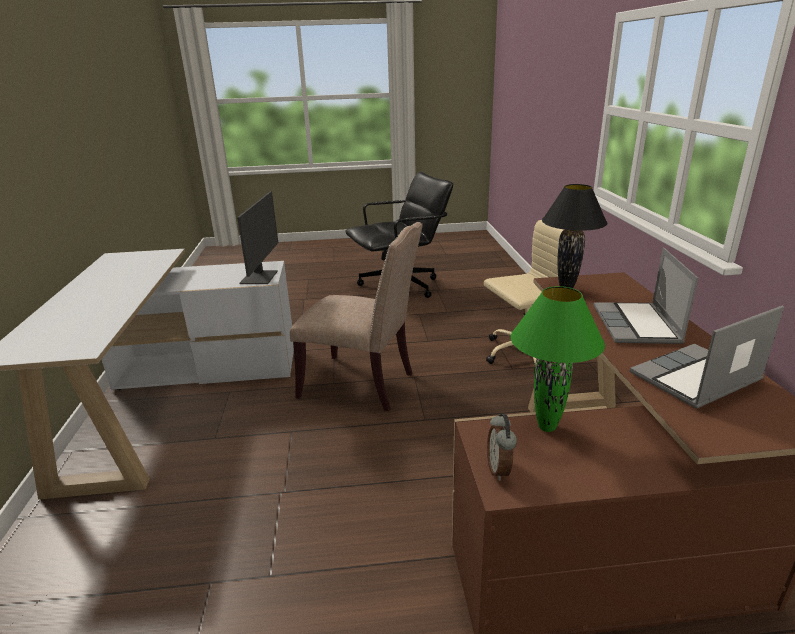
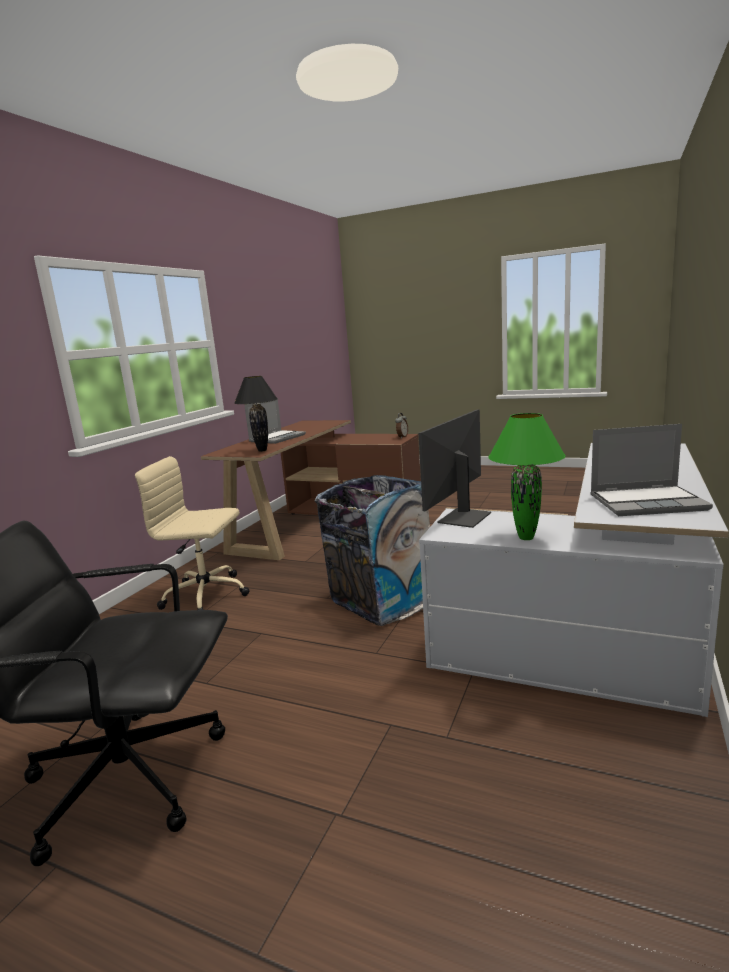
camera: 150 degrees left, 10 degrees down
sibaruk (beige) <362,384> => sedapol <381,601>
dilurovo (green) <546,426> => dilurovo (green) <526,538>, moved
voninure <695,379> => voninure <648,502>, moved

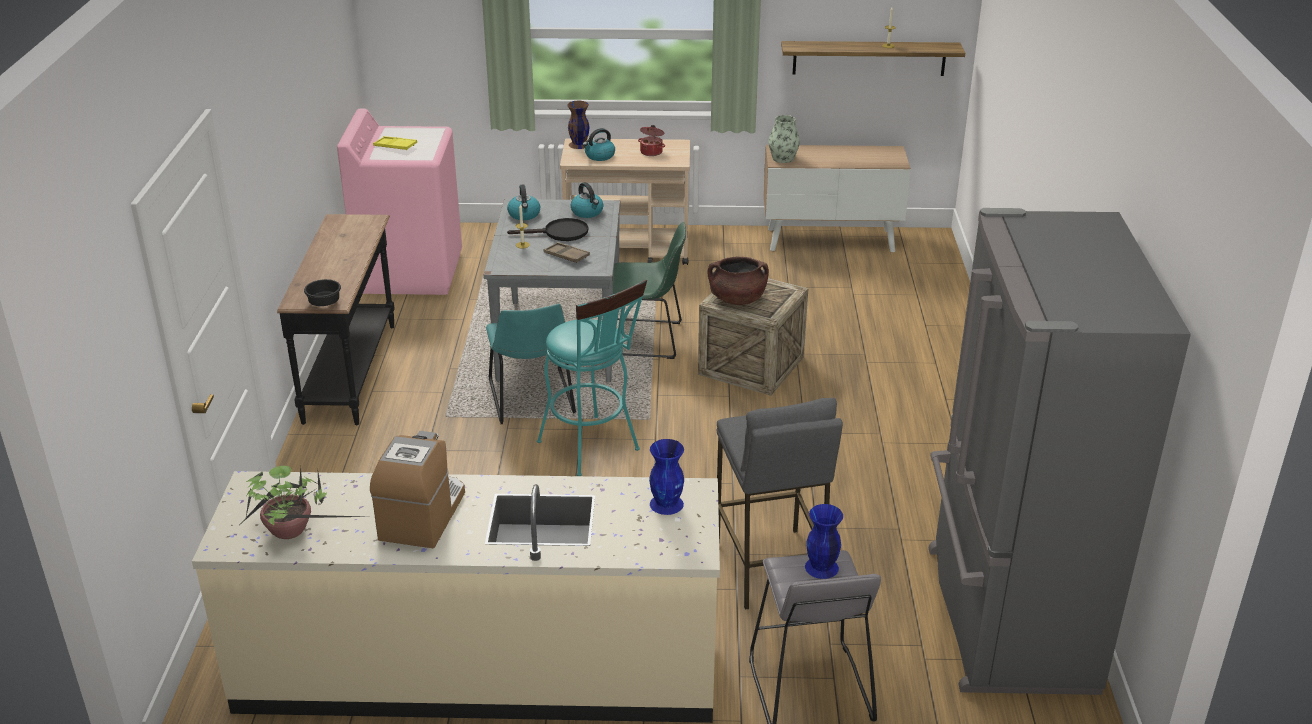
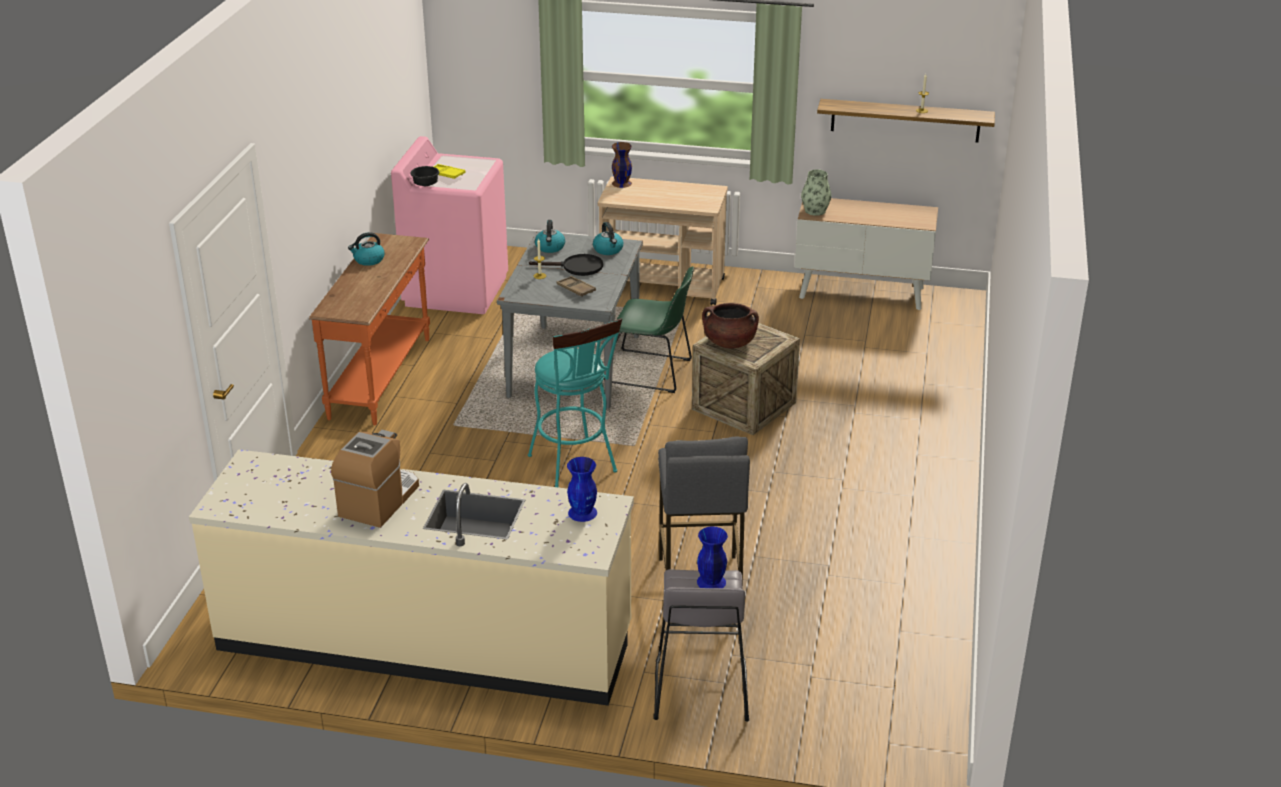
camera: 10 degrees right, 0 degrees up
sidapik <292,532> => nothing
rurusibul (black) <352,372> => rurusibul (orange) <382,378>
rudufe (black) <325,302> => rudufe (black) <426,184>, moved
sibaruk (turquoise) <532,399> => nothing
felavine <599,156> => felavine <368,260>, moved
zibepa <651,152> => nothing
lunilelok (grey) <1004,618> => nothing

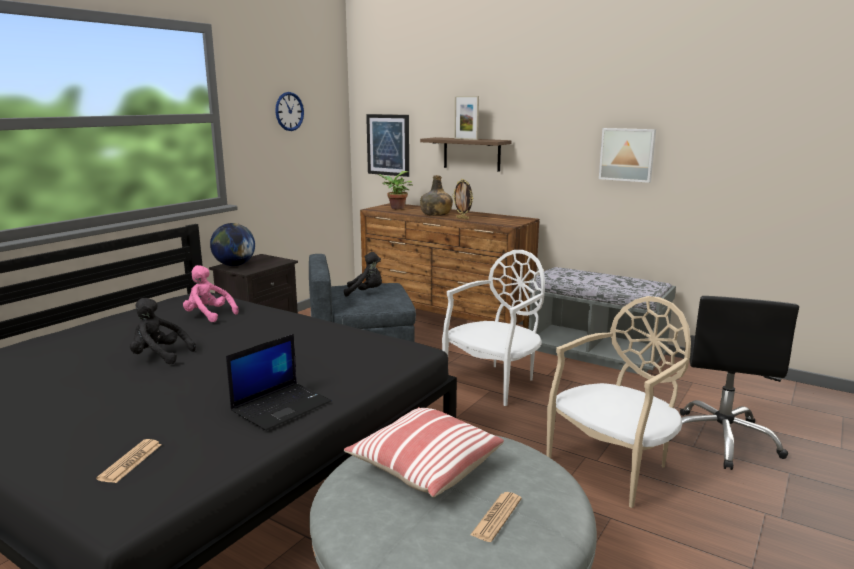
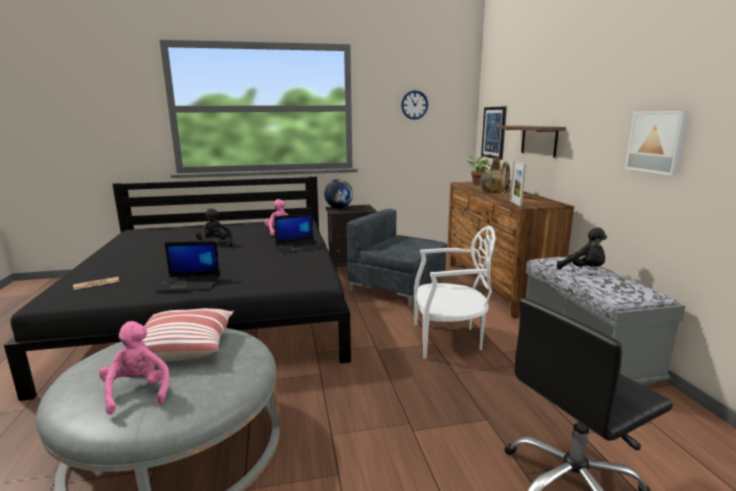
camera: 45 degrees right, 0 degrees up
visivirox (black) <366,292> => visivirox (black) <584,270>, moved
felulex <465,139> => felulex <515,203>, moved
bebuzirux <496,517> => visivirox (pink) <138,392>
sibaruk (beige) <614,466> => nothing
nothing => voninure <299,246>

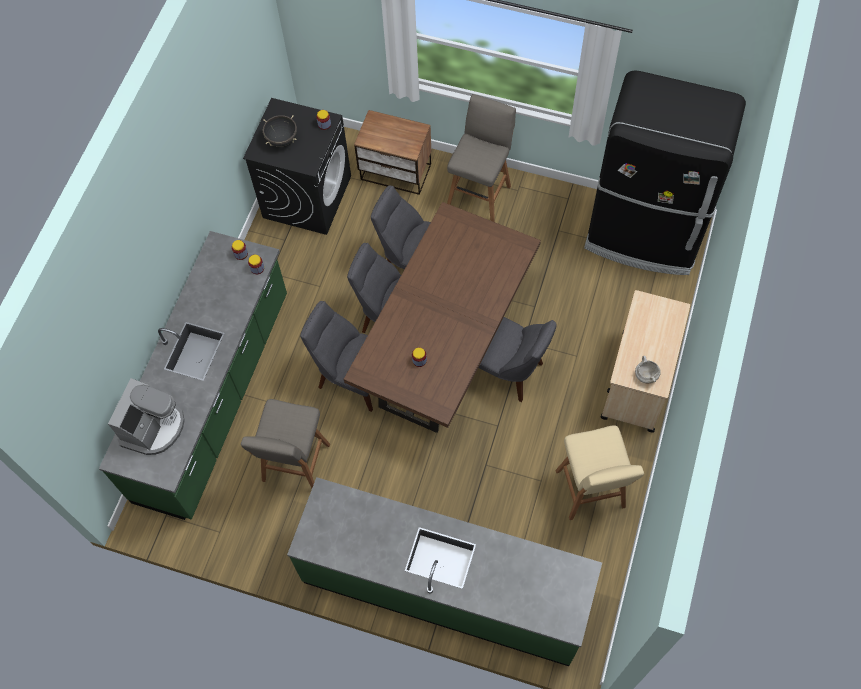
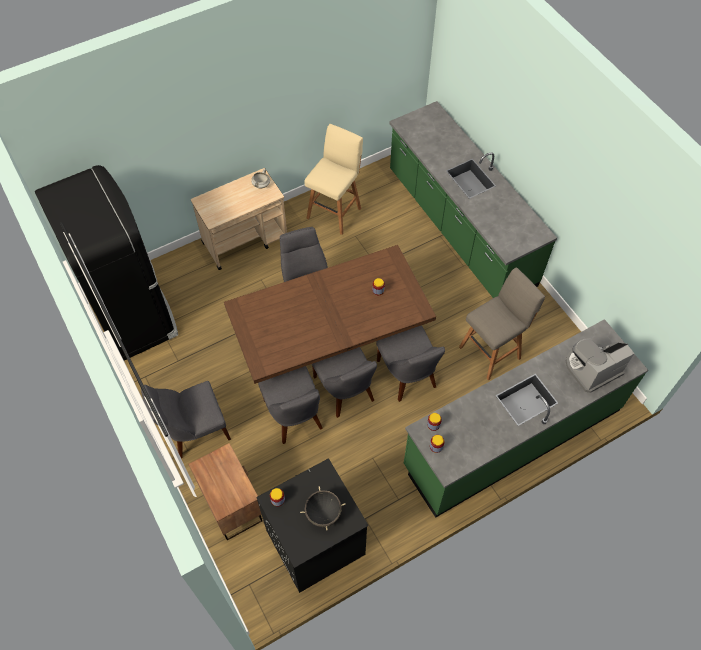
camera: 140 degrees left, 5 degrees down
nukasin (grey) <480,194> => sibaruk (grey) <195,431>

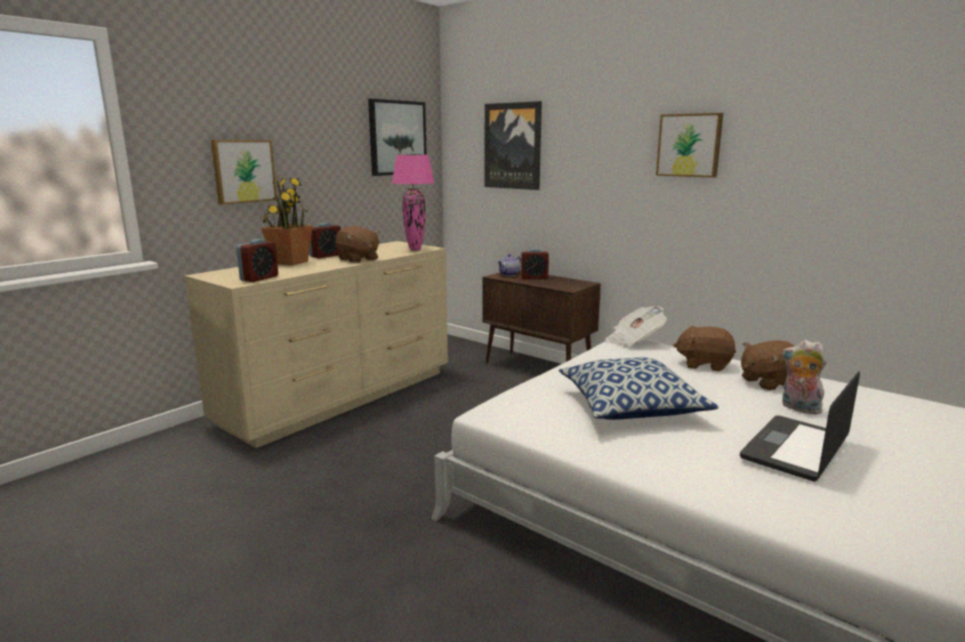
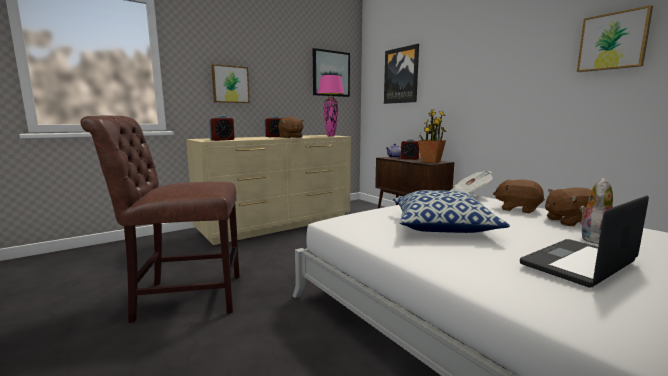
camera: 15 degrees right, 5 degrees down
sidapik <290,262> => sidapik <430,161>, moved
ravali <689,145> => ravali <613,41>, moved
visivirox <798,408> => visivirox <592,238>, 75 degrees clockwise
nothing => sibaruk (brown) <183,297>

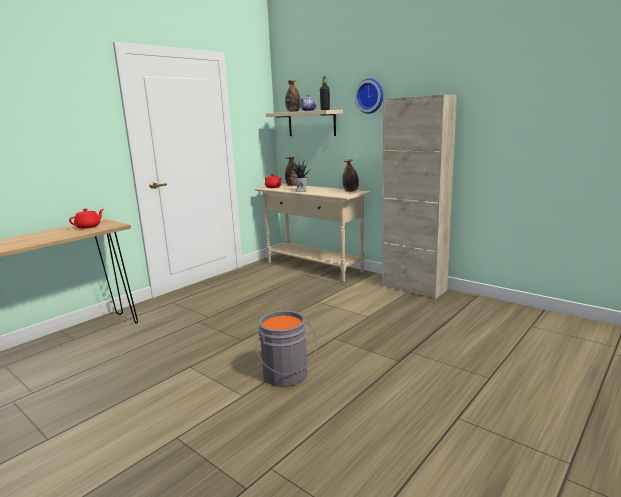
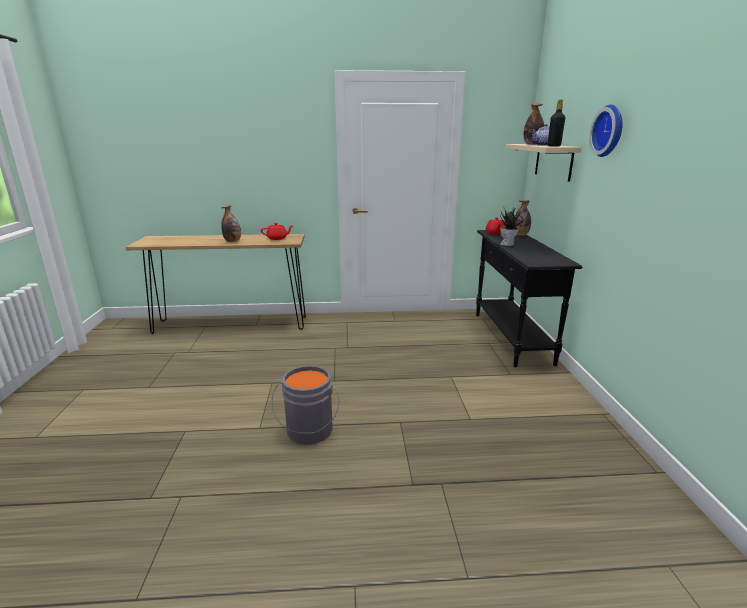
camera: 45 degrees right, 5 degrees up
rurusibul (beige) <313,267> => rurusibul (black) <511,337>
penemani <351,191> => penemani <232,241>, moved
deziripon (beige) <413,288> => nothing

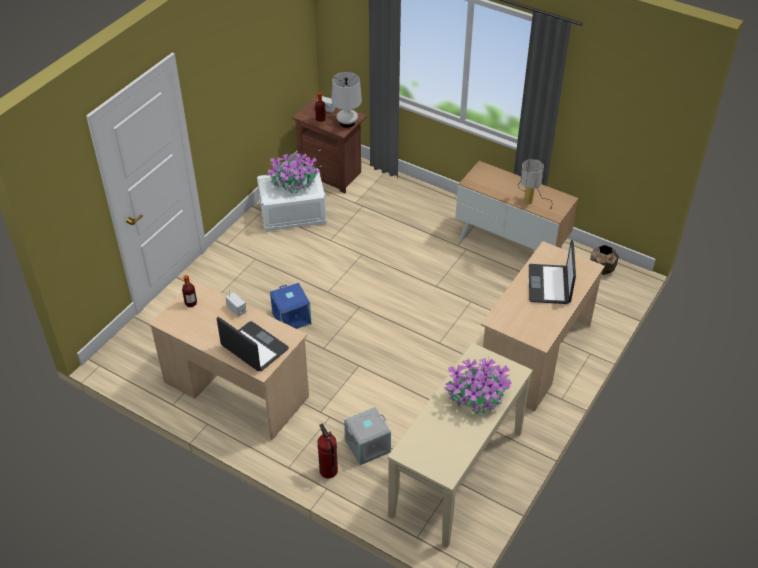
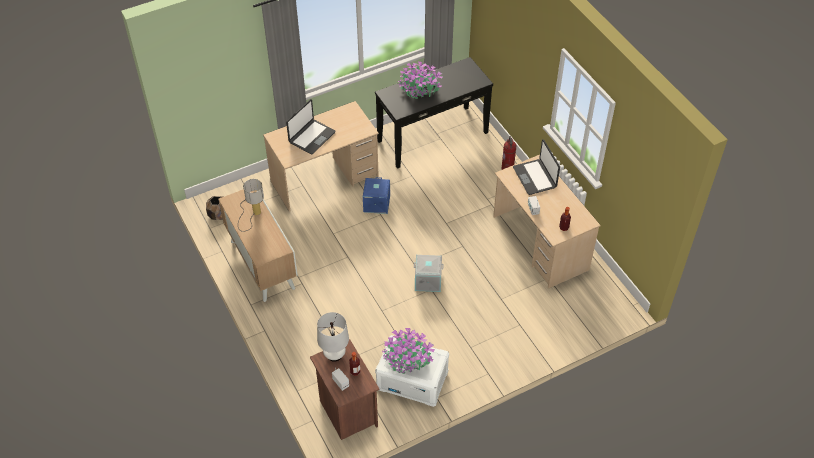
camera: 150 degrees left, 5 degrees up
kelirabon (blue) <292,318> => kelirabon (blue) <376,203>, moved
kelirabon (grey) <367,446> => kelirabon (grey) <428,280>, moved
rurusibul (beige) <457,473> => rurusibul (black) <432,136>

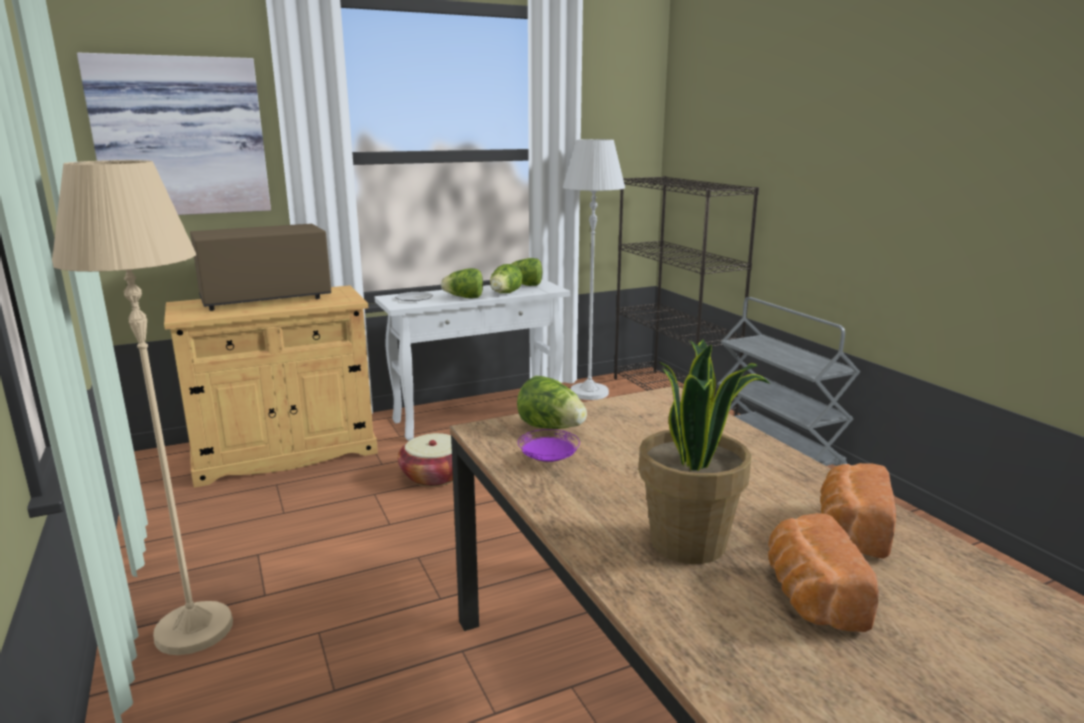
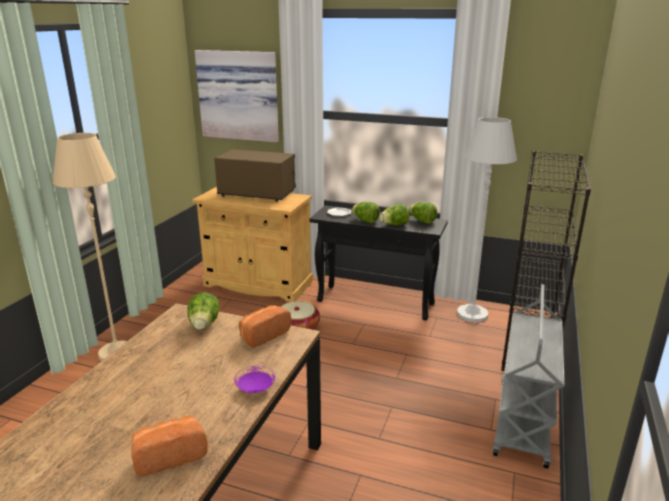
camera: 45 degrees right, 5 degrees up
rurusibul (white) <478,417> => rurusibul (black) <376,302>
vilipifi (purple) <549,460> => vilipifi (purple) <255,389>, moved
sidapik <690,543> => nothing
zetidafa <810,597> => zetidafa <263,335>, moved

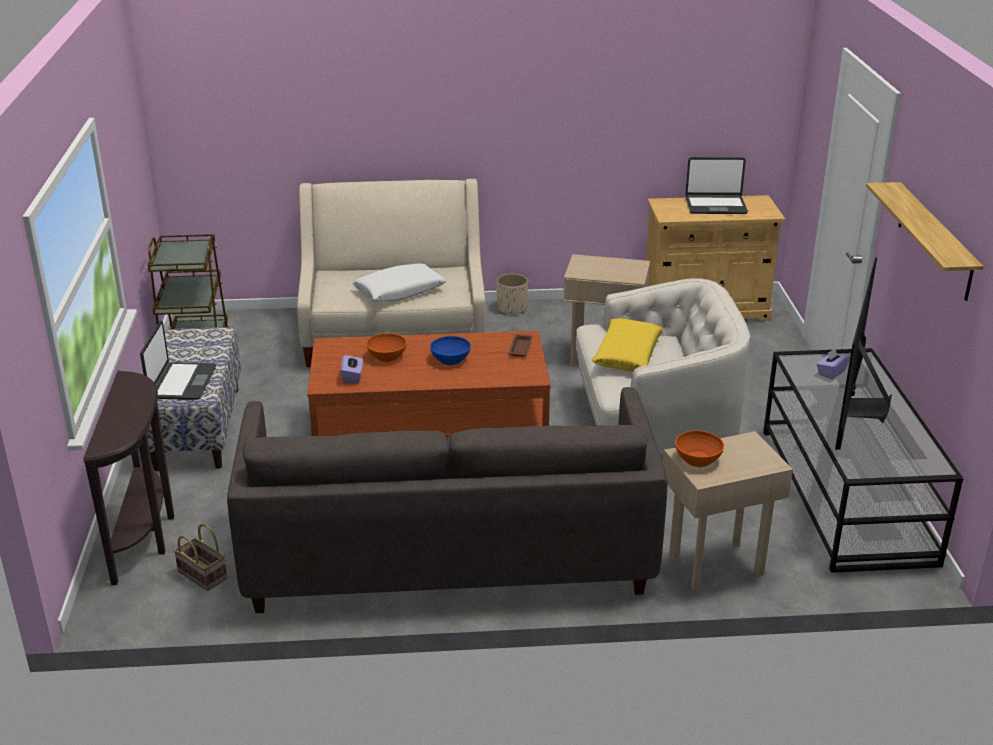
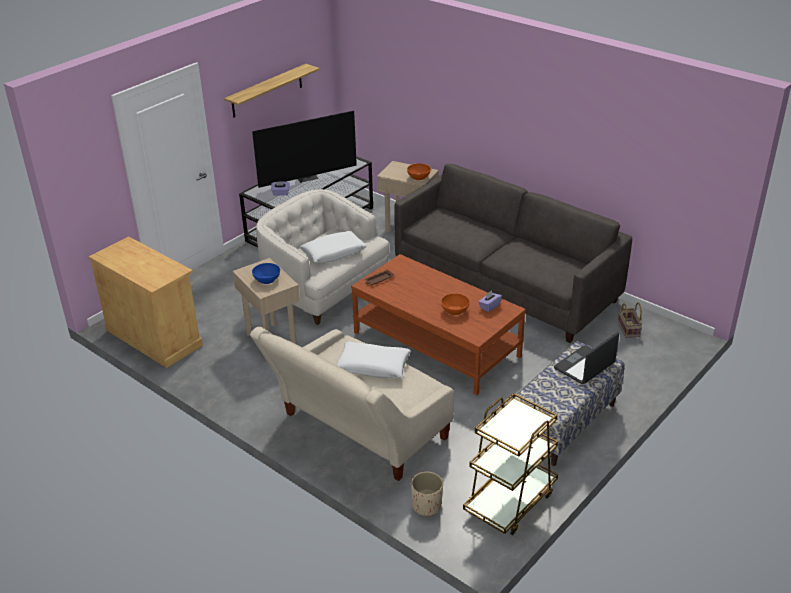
camera: 135 degrees left, 5 degrees up
rurusibul (brown) <147,534> => nothing
rudufe (blue) <450,359> => rudufe (blue) <266,279>, moved
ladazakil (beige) <512,309> => ladazakil (beige) <426,506>, moved
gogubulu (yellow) <627,354> => gogubulu (white) <333,253>
voninure <715,206> => nothing

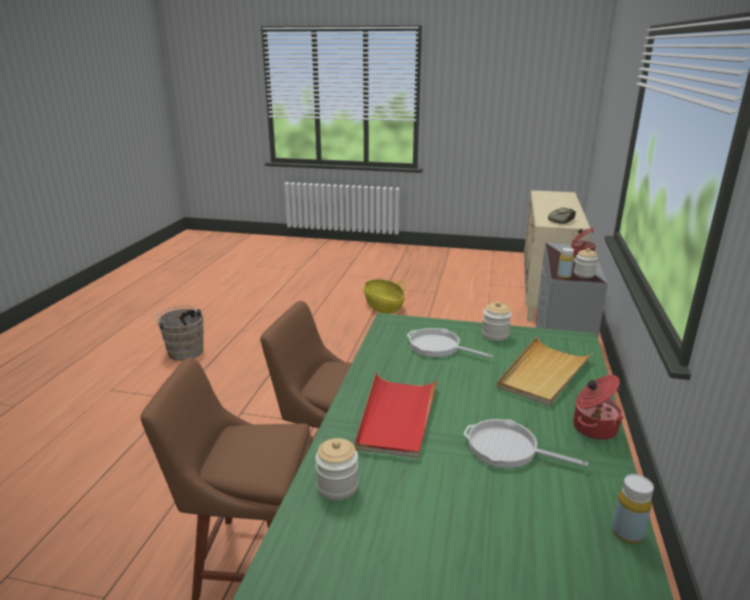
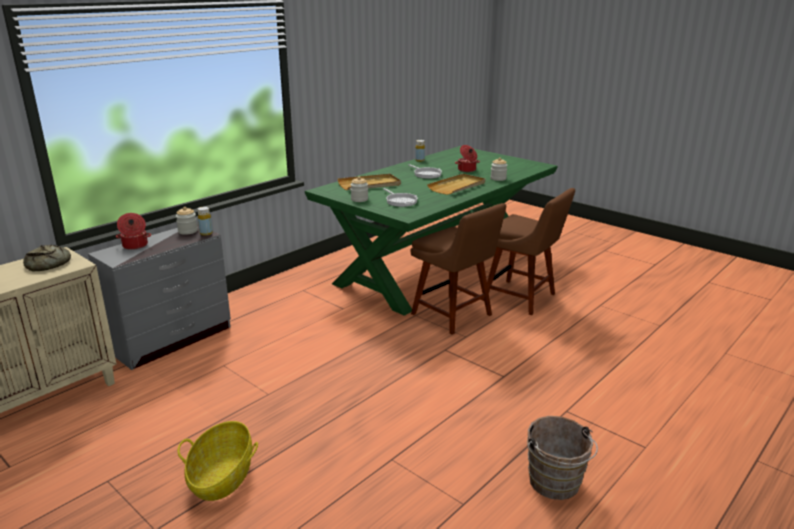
camera: 150 degrees left, 0 degrees up
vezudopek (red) <397,417> => vezudopek (beige) <457,186>
zibepa <593,427> => zibepa <467,170>, moved

